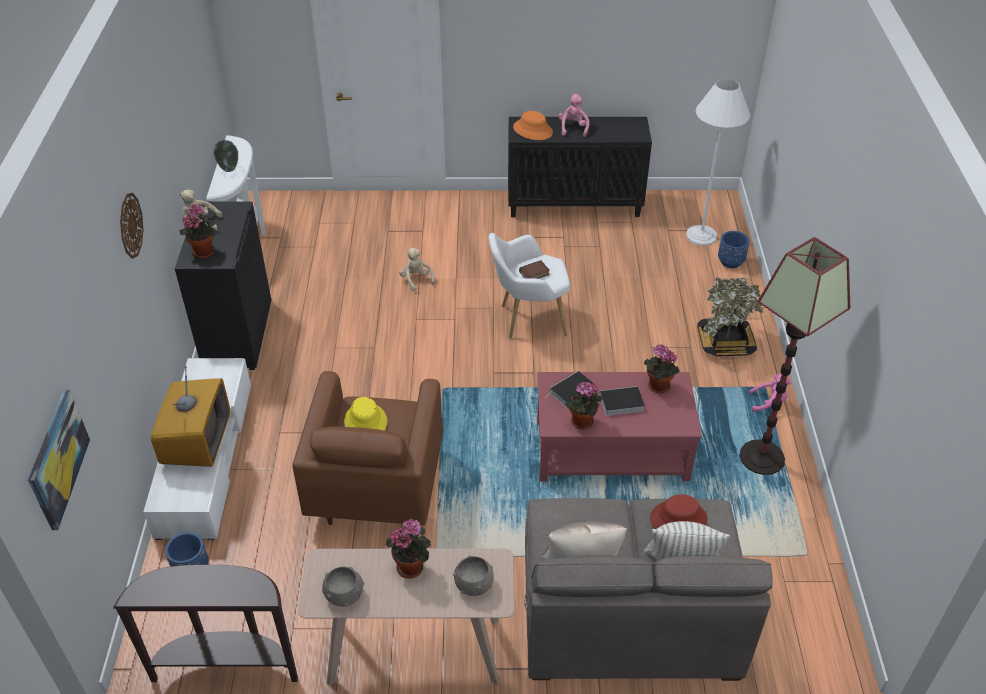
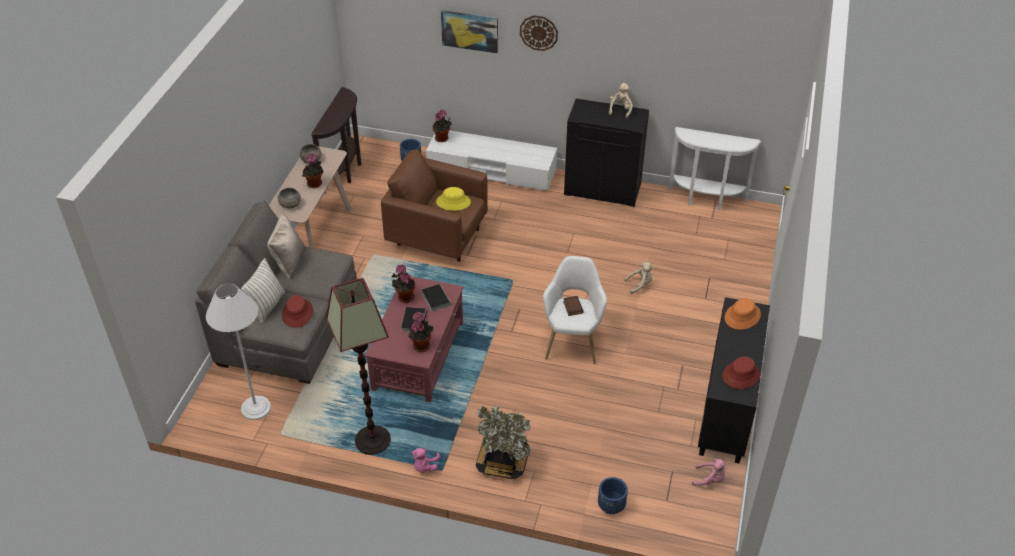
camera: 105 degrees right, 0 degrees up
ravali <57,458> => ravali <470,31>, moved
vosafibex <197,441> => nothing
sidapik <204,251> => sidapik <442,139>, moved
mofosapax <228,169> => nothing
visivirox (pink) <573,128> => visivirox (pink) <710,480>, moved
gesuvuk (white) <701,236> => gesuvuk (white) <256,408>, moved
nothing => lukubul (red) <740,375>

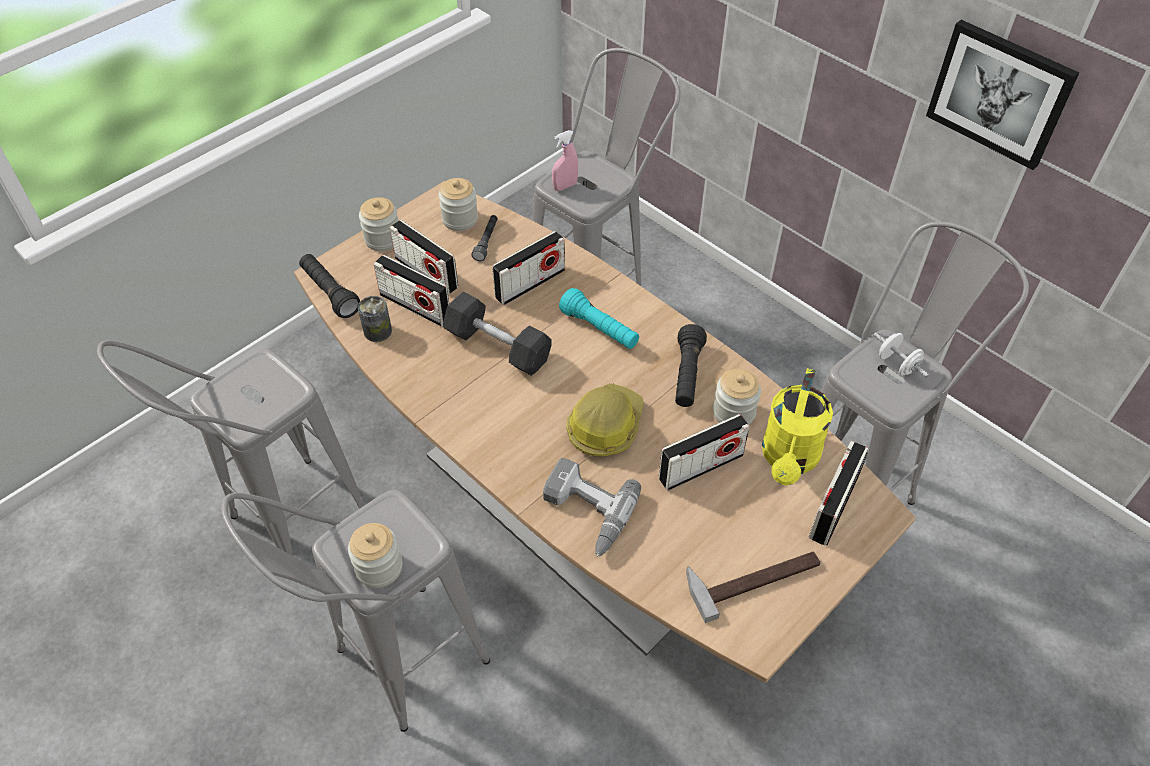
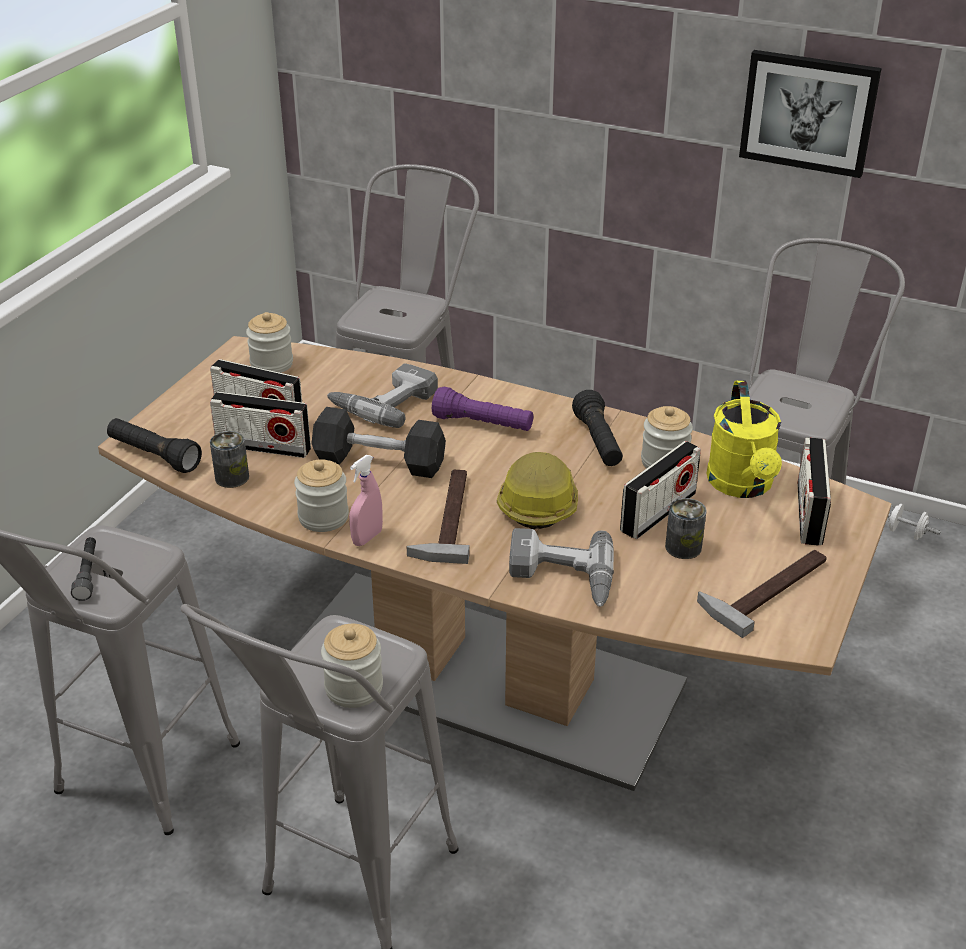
camera: 20 degrees left, 15 degrees down
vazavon <383,239> => vazavon <323,517>, moved
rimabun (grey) <486,242> => rimabun (grey) <87,574>, moved
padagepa <530,283> => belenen <383,402>
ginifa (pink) <565,186> => ginifa (pink) <367,538>, moved
rimabun (turquoise) <599,329> => rimabun (purple) <483,424>
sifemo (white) <897,364> => sifemo (white) <906,533>, moved
nothing => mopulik <445,517>
nothing => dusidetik <683,547>

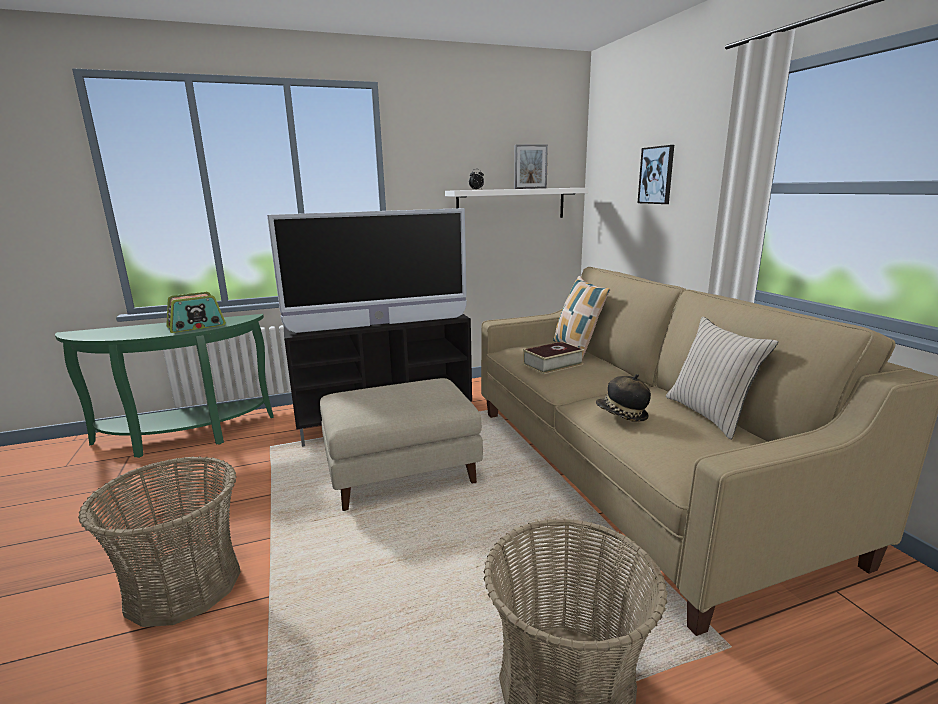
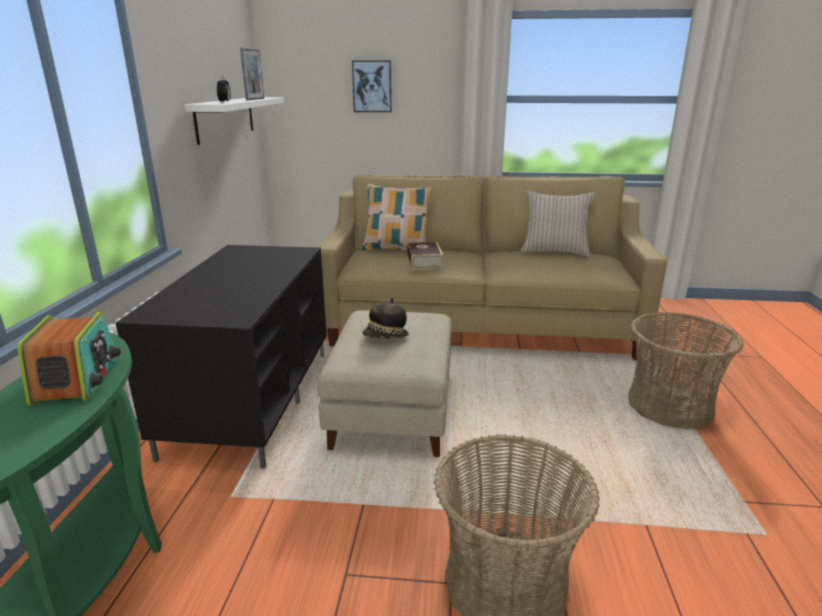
camera: 65 degrees left, 5 degrees up
vosafibex <379,324> => nothing
lukubul <621,415> => lukubul <385,337>, moved

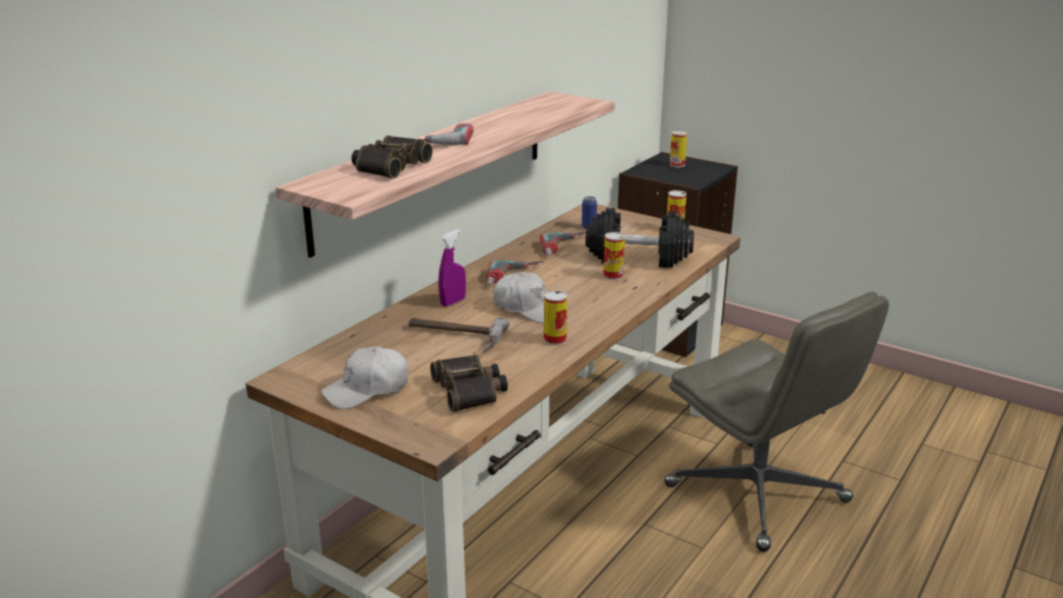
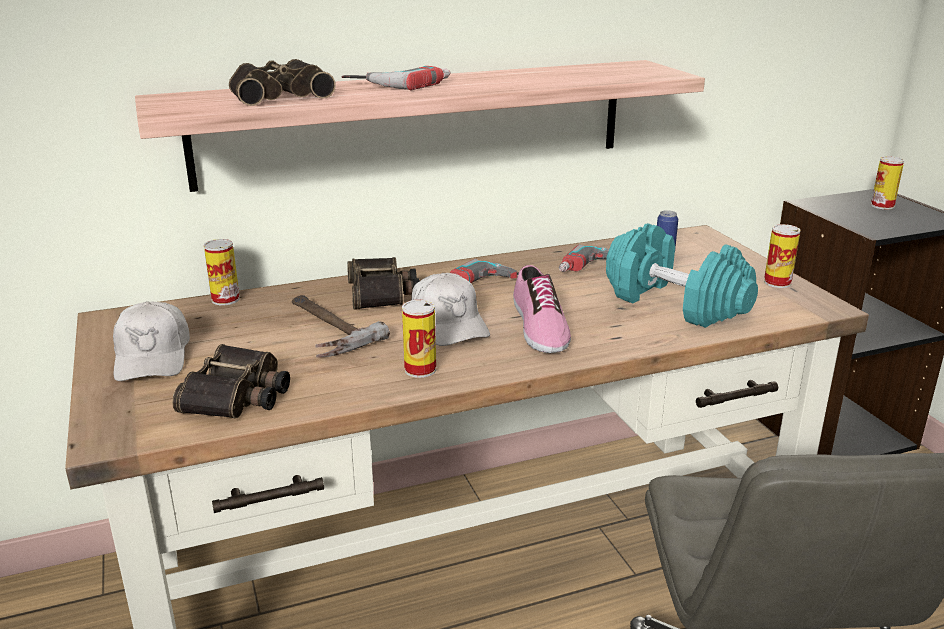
camera: 35 degrees right, 0 degrees up
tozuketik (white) <367,389> => tozuketik (white) <153,356>, 105 degrees counterclockwise
ginifa (purple) <453,302> => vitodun <382,293>
sifemo (black) <638,257> => sifemo (turquoise) <676,303>
dusidetik <613,275> => dusidetik <225,299>, moved
nothing => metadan <538,326>

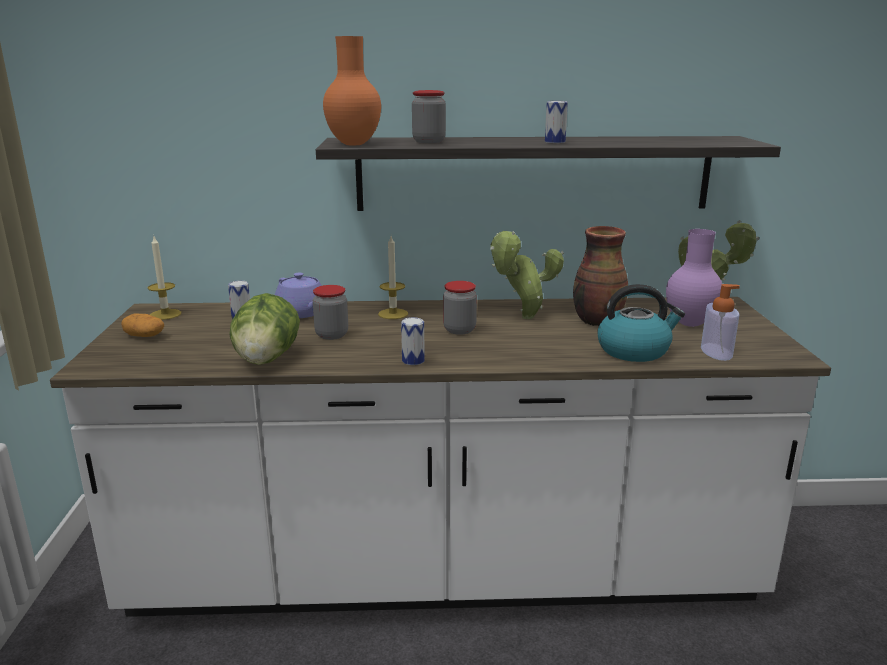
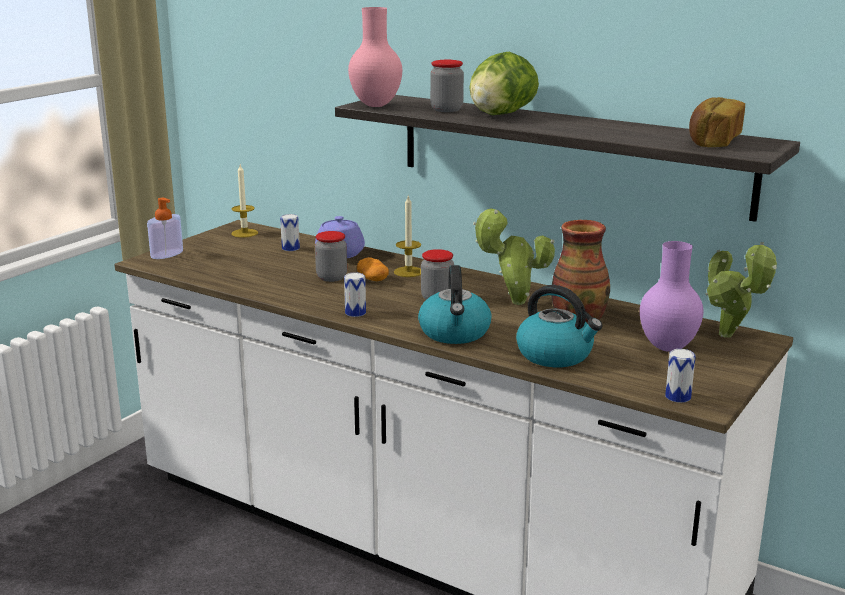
camera: 35 degrees right, 0 degrees up
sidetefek <144,336> => sidetefek <372,279>, moved
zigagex <267,359> => zigagex <500,114>, moved
mofosapax (orange) <352,144> => mofosapax (pink) <374,105>
dusidetik <555,142> => dusidetik <678,397>, moved
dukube <716,352> => dukube <167,254>, moved
nothing => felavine <455,333>
nothing => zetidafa <713,141>

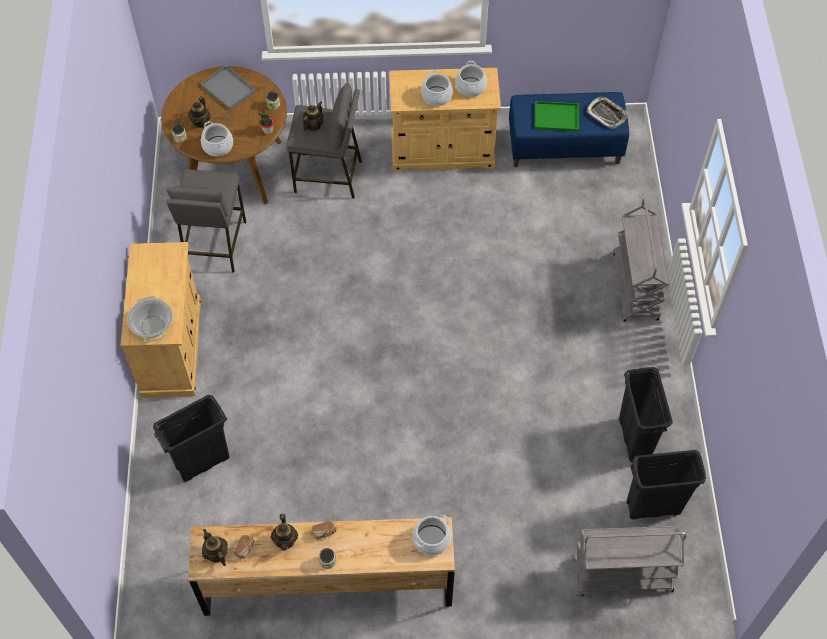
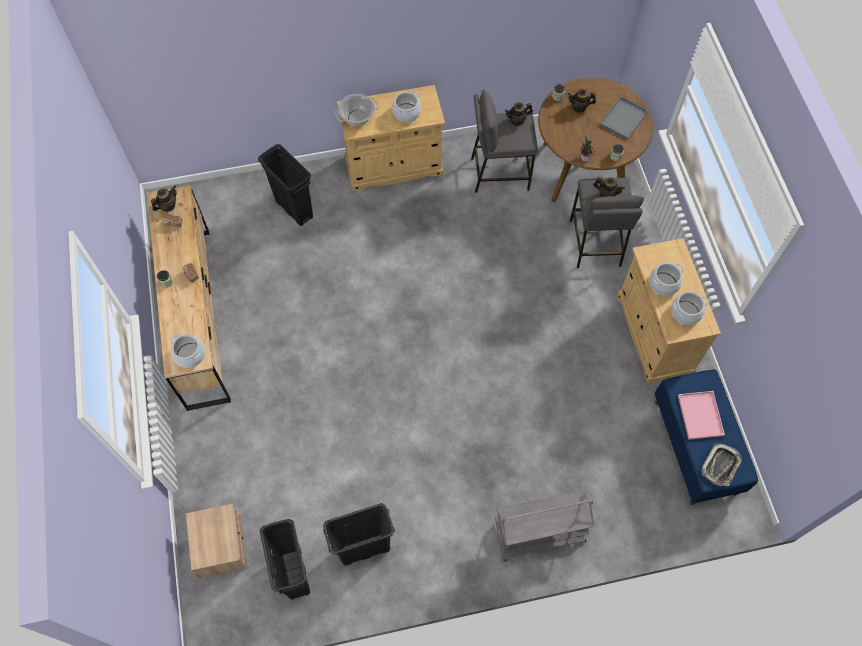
camera: 80 degrees right, 5 degrees up
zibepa <218,146> => zibepa <406,112>, moved
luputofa <285,540> => luputofa <517,120>, moved
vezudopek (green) <555,117> => vezudopek (pink) <699,414>
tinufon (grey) <620,576> => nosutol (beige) <224,548>

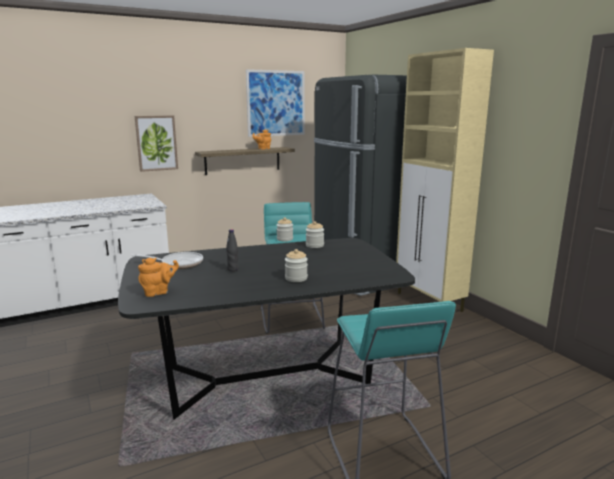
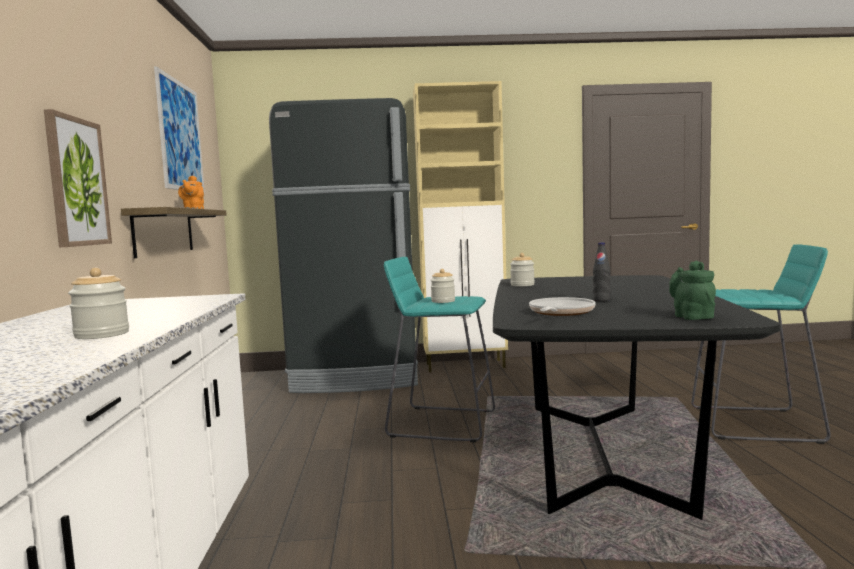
camera: 65 degrees left, 10 degrees down
luputofa (orange) <158,292> => luputofa (green) <691,316>
vazavon <296,278> => vazavon <102,334>, moved

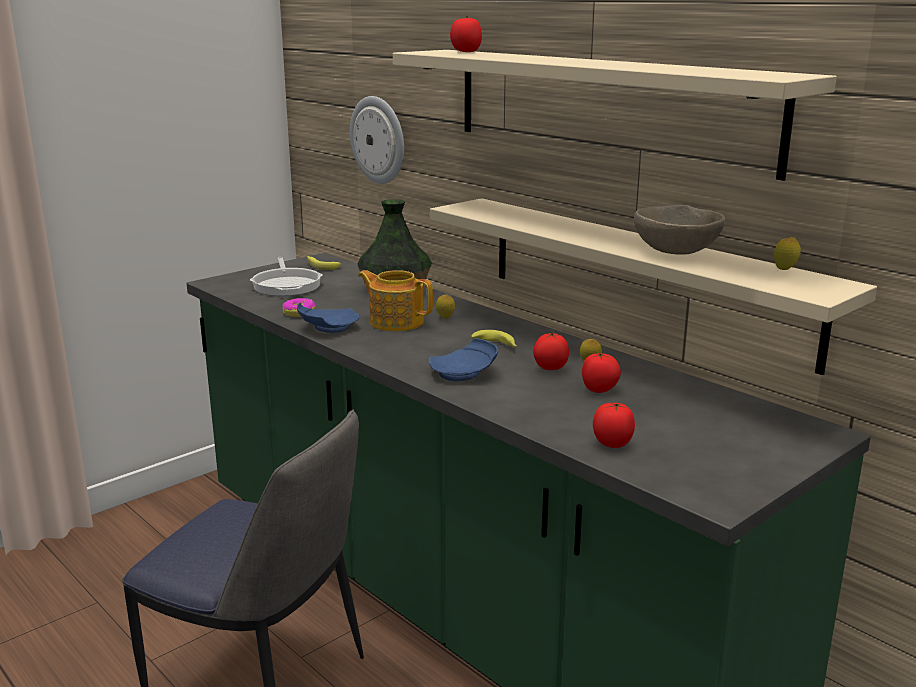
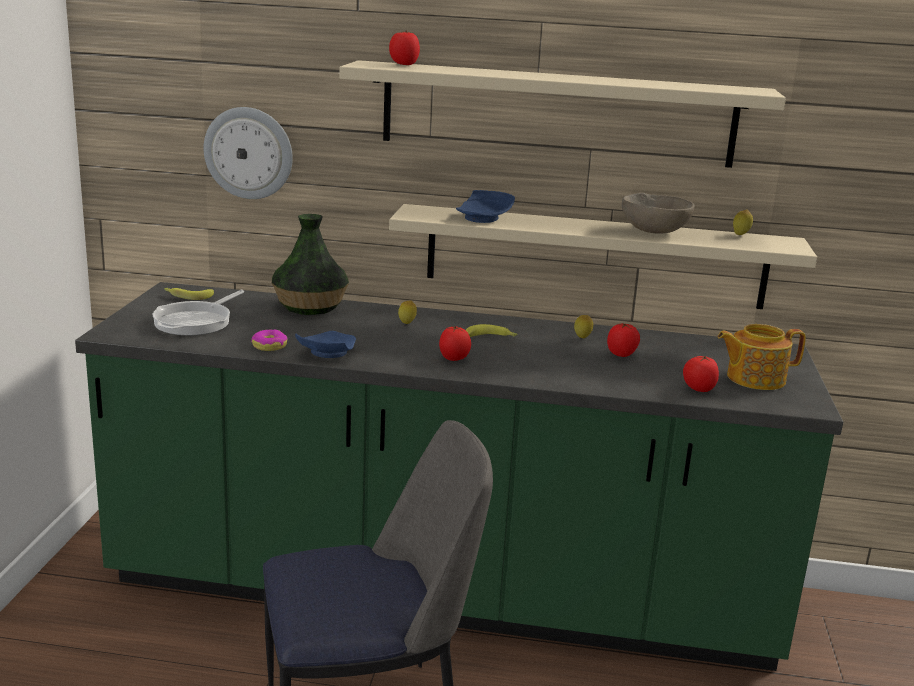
camera: 40 degrees left, 0 degrees up
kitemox <287,285> => kitemox <196,322>, 75 degrees clockwise
luputofa <396,322> => luputofa <754,378>, moved
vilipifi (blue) <464,374> => vilipifi (blue) <484,218>, moved
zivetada <550,368> => zivetada <453,359>, moved

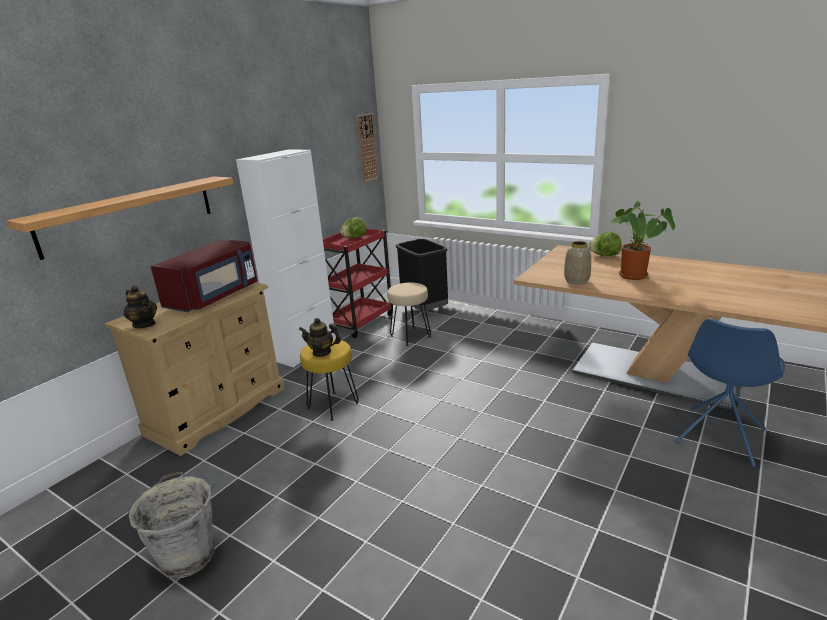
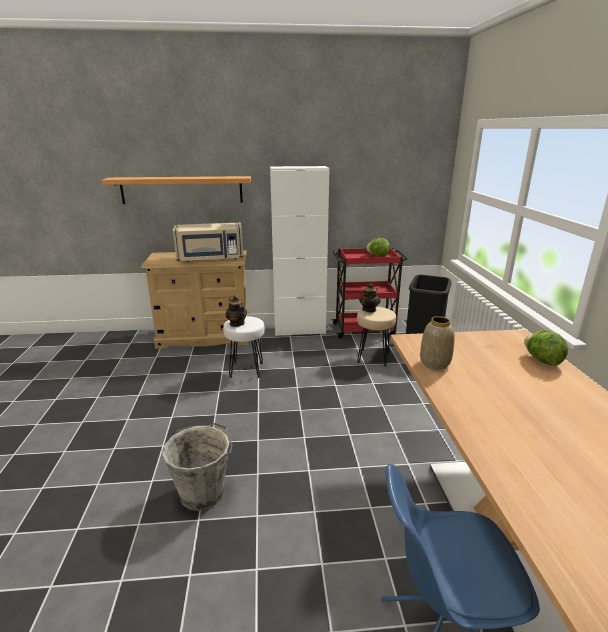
camera: 50 degrees right, 0 degrees up
luputofa <144,324> => luputofa <369,309>, moved
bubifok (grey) <188,555> => bubifok (grey) <203,492>, moved
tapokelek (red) <215,296> => tapokelek (beige) <210,258>
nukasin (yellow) <333,406> => nukasin (white) <246,370>
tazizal <367,148> => nothing
sidapik <636,277> => nothing

